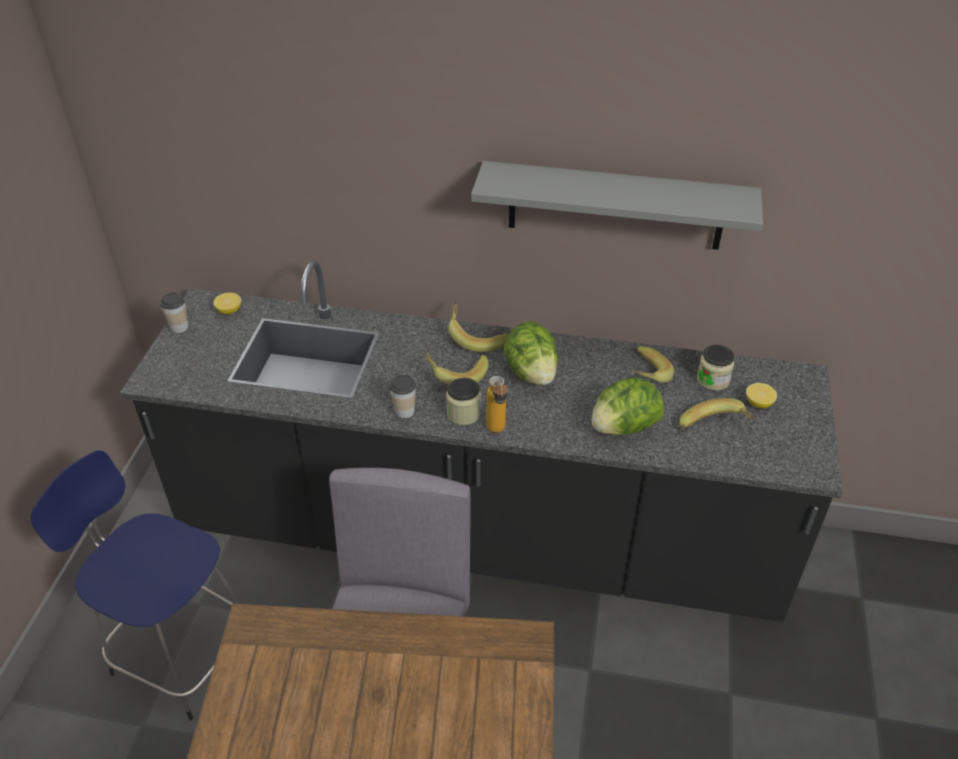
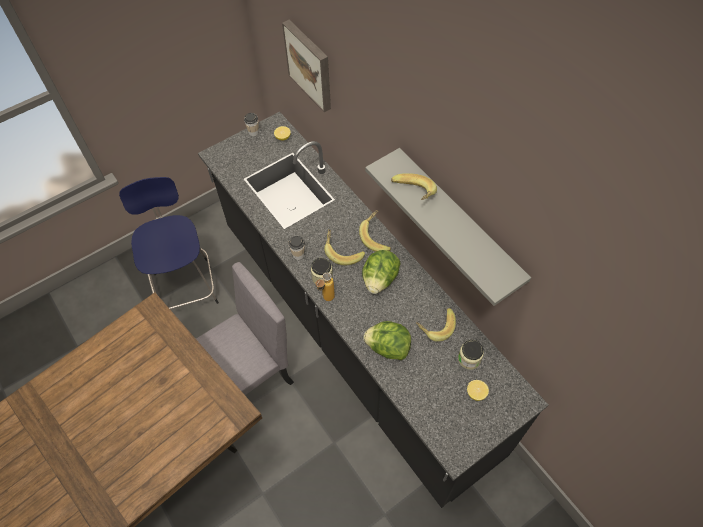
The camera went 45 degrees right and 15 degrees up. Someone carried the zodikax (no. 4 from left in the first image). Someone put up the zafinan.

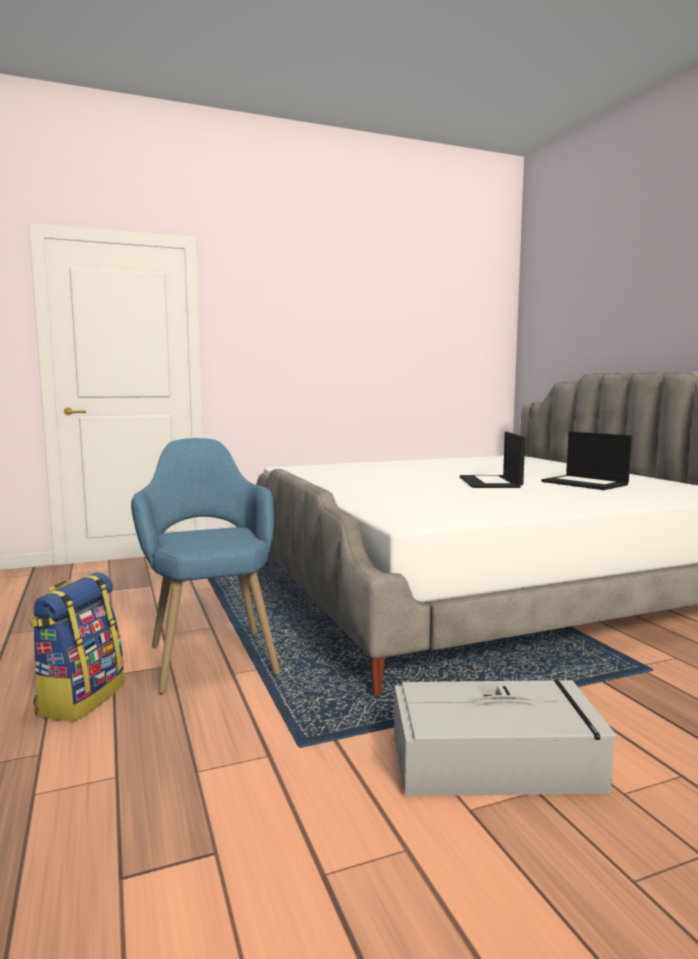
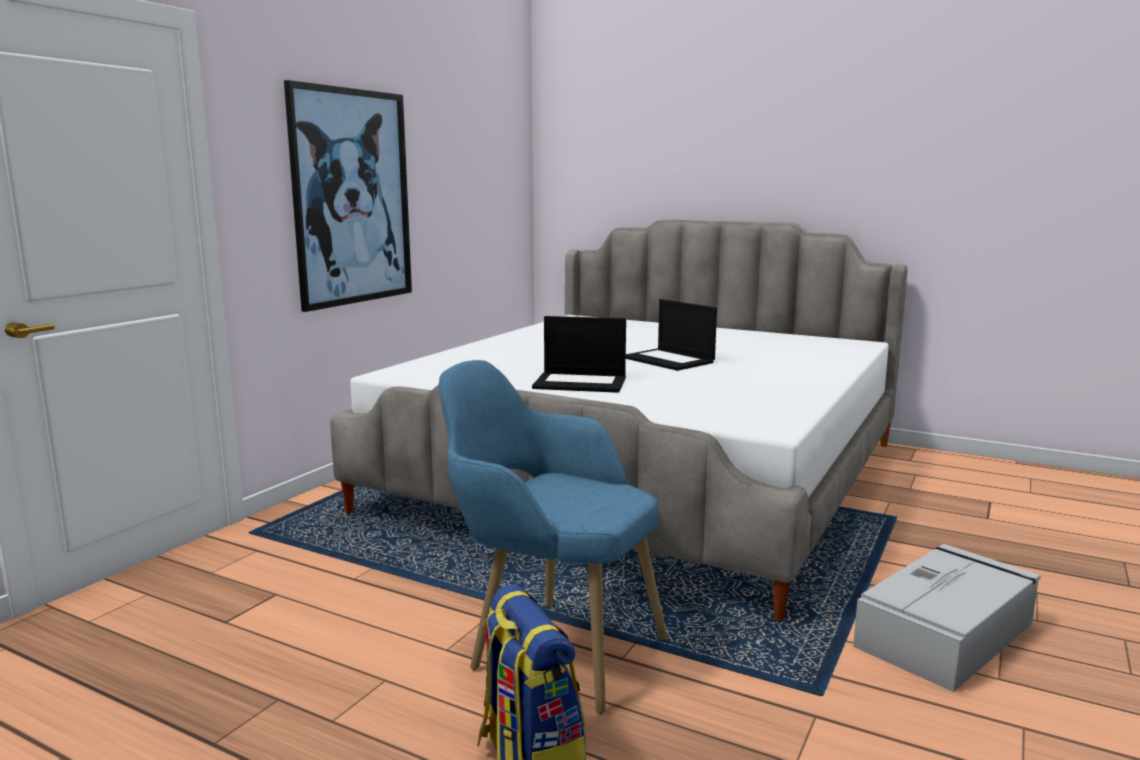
The camera went 40 degrees left and 5 degrees up. Someone carried the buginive (no. 2 from left in the first image). Someone put up the zafinan.

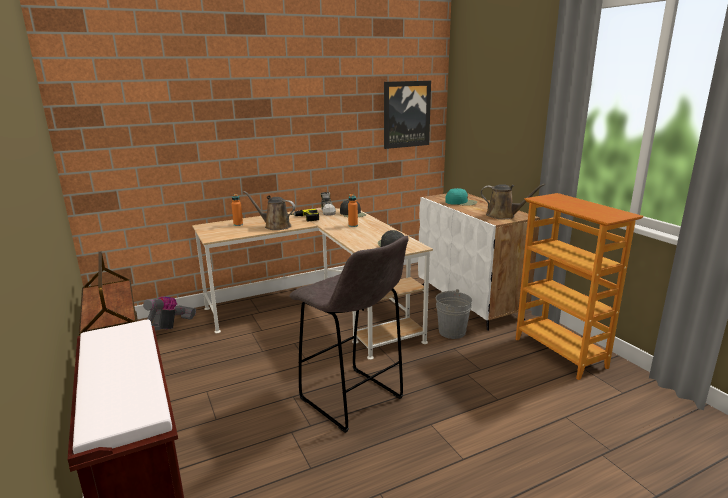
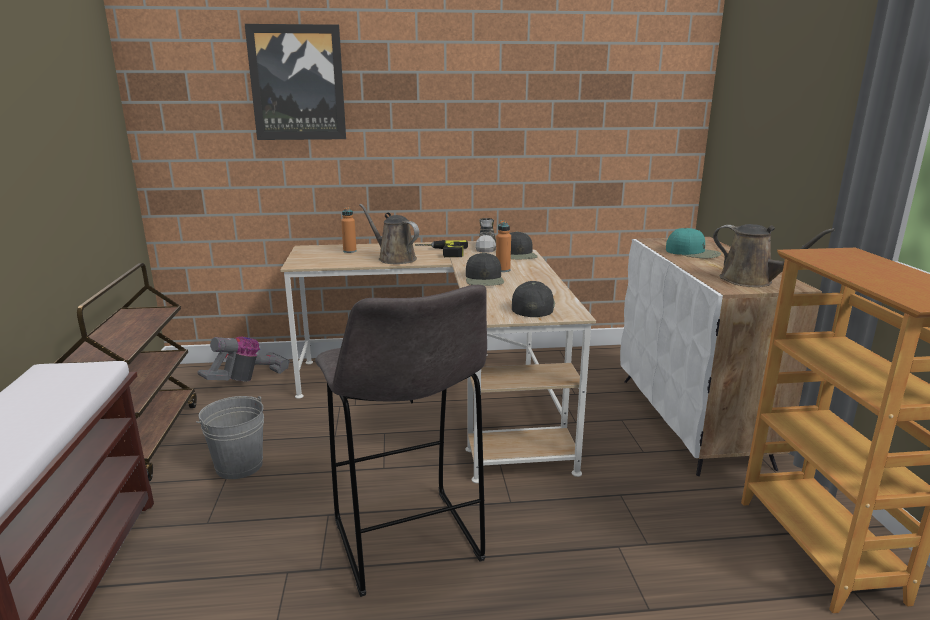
The camera went 20 degrees right and 0 degrees up. Someone carried the zafinan. Someone carried the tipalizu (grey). Someone put down the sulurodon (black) (no. 1 from left).

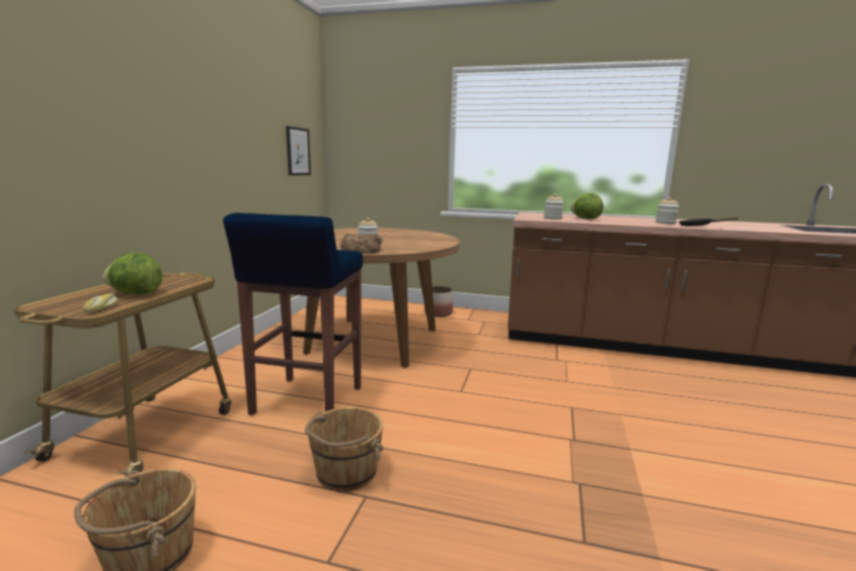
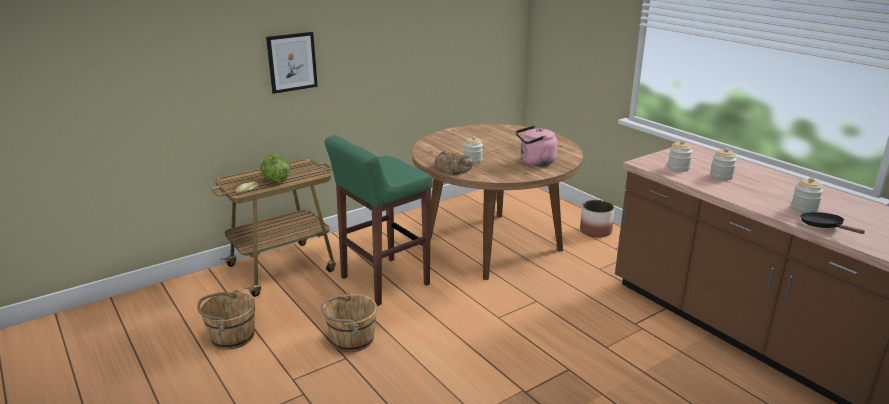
The camera went 40 degrees right and 10 degrees up. Someone carried the zafinan. Someone swapped the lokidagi (no. 2 from left) for the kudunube (no. 3 from left). Someone repainted the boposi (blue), which became the boposi (green). Someone put down the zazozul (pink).

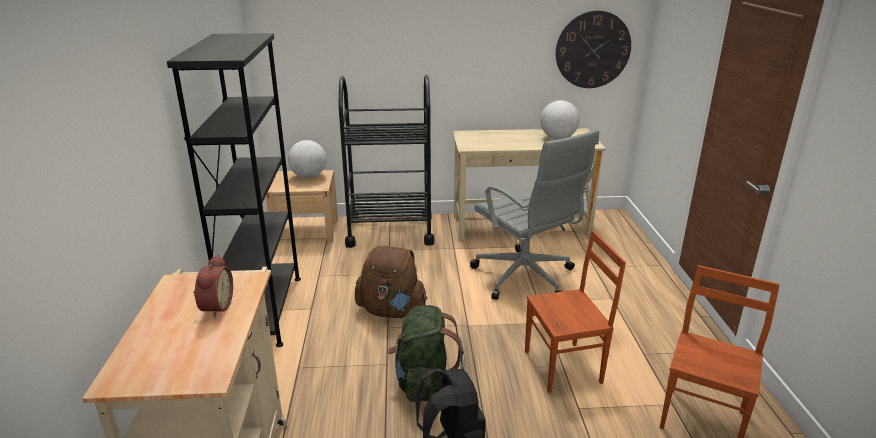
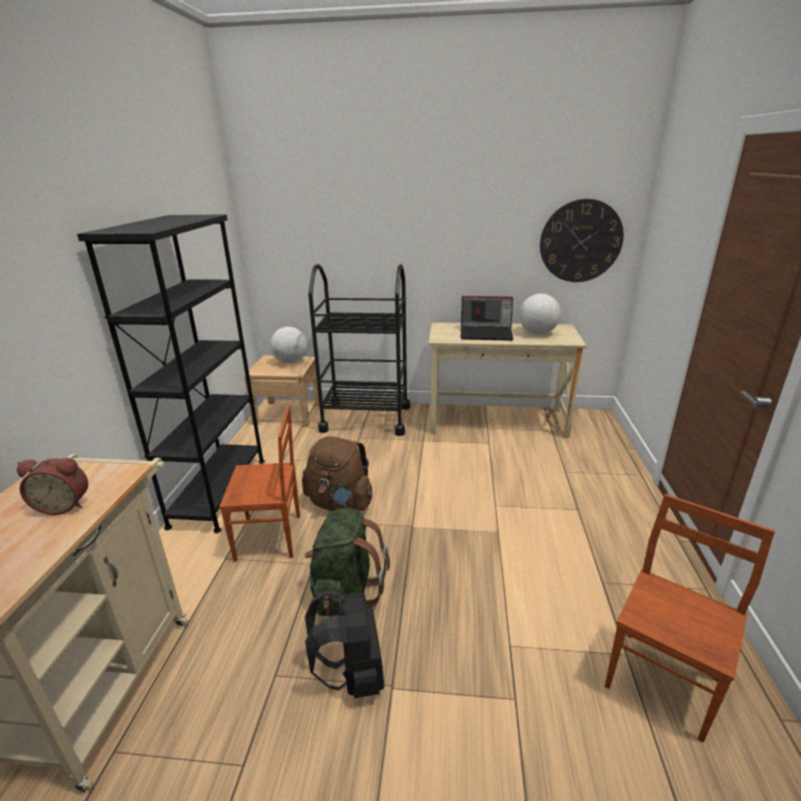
The camera went 10 degrees right and 0 degrees up. Someone took away the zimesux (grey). Someone carried the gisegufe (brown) (no. 1 from left). Someone rotated the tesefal by 75 degrees clockwise. Someone put down the buginive.

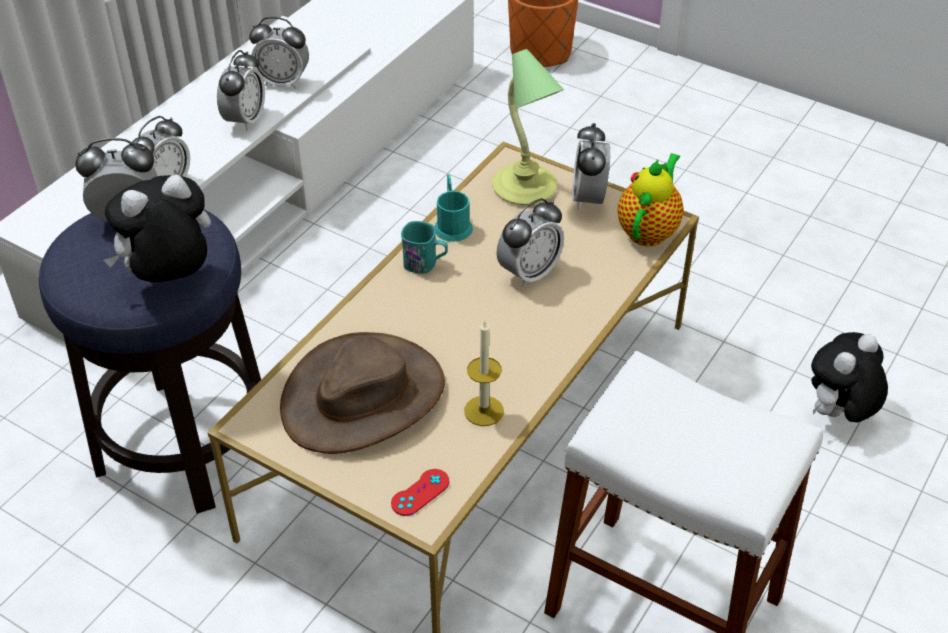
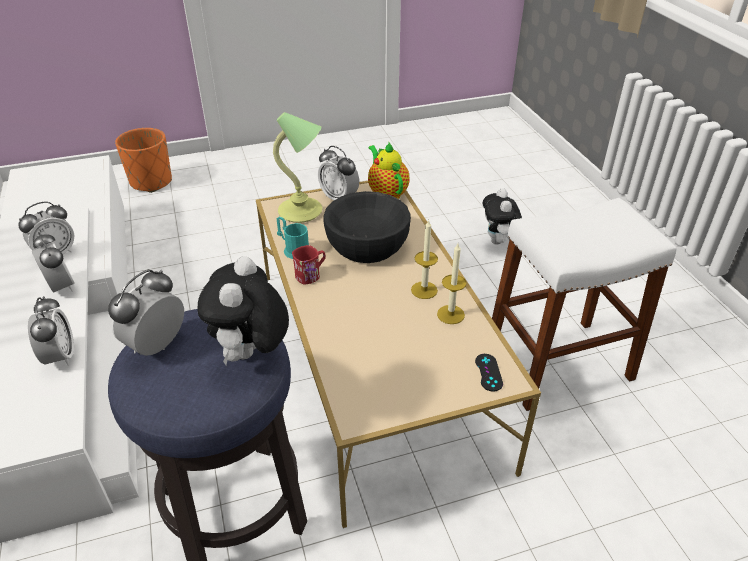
The camera went 50 degrees left and 5 degrees down. Someone swapped the tesefal (no. 5 from left) for the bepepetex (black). Someone repainted the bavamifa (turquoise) (no. 1 from left), which became the bavamifa (red). Someone took away the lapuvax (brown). Someone repainted the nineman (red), which became the nineman (black). Someone put down the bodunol (no. 1 from left).

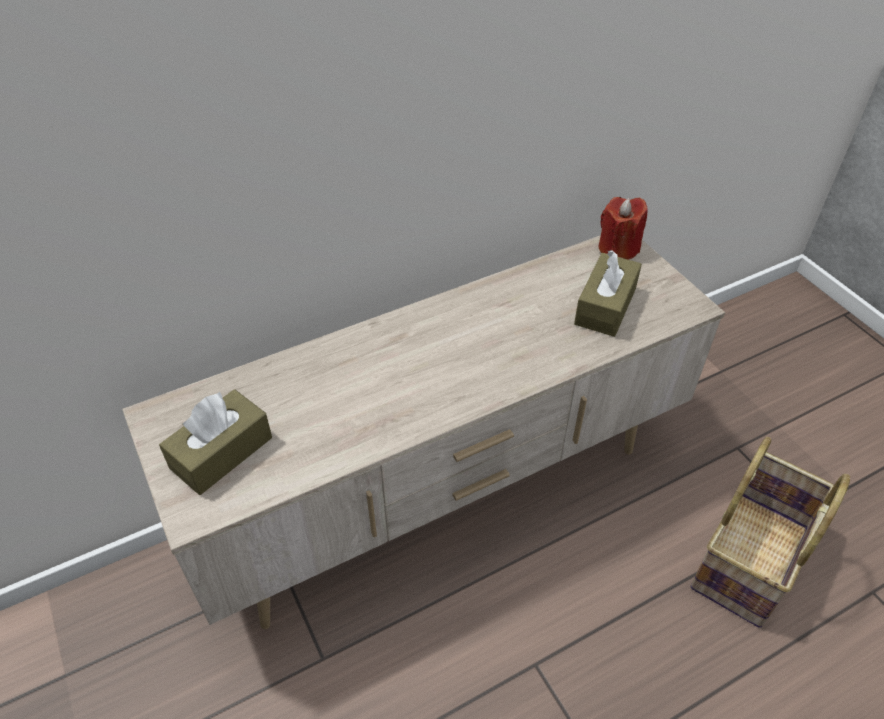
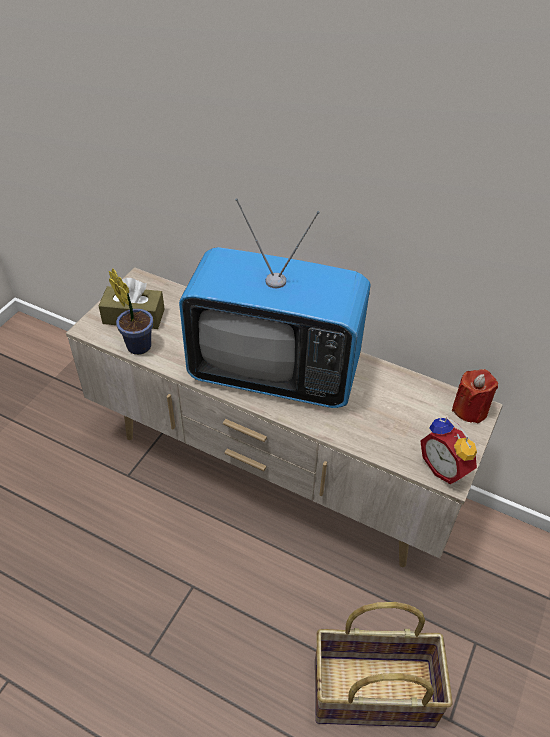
The camera went 55 degrees right and 0 degrees up. Someone took away the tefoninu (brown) (no. 2 from left). Someone put down the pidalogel. Someone put down the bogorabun. Someone put down the tesefal.

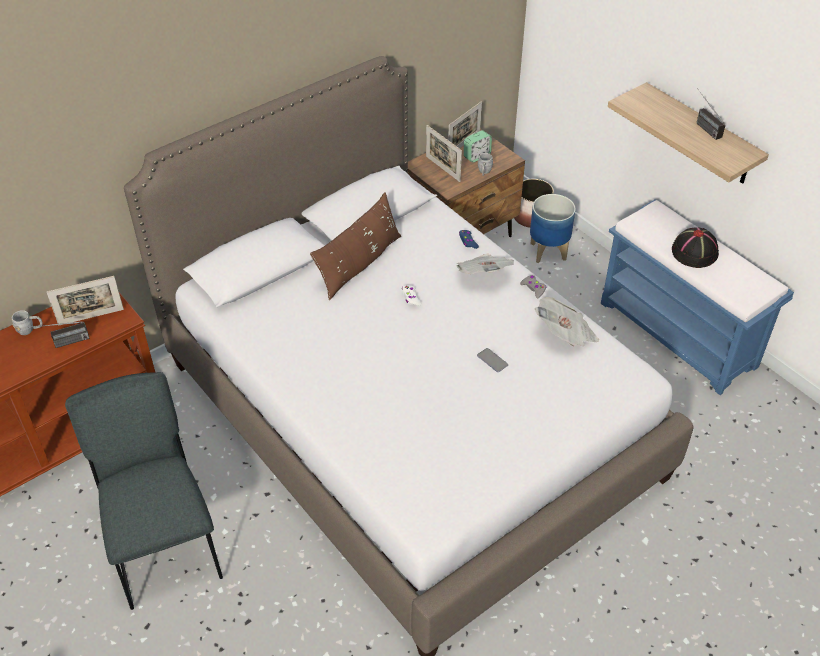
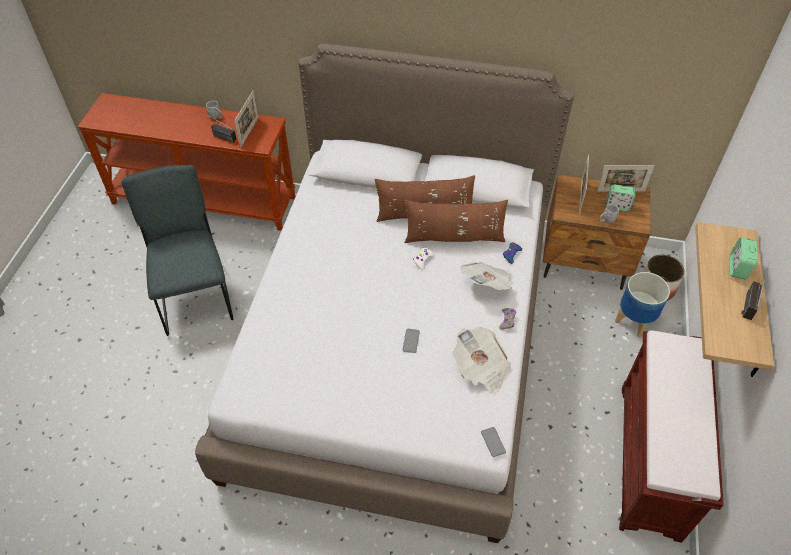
The camera went 50 degrees right and 5 degrees up. Someone repainted the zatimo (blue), which became the zatimo (brown). Someone took away the lapuvax (black). Someone rotated the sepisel (no. 1 from left) by 105 degrees counterclockwise. Someone rotated the gisegufe (grey) by 45 degrees counterclockwise. Someone put down the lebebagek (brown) (no. 2 from left). Someone put down the tesefal (no. 2 from left). Someone put down the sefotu (no. 2 from left).

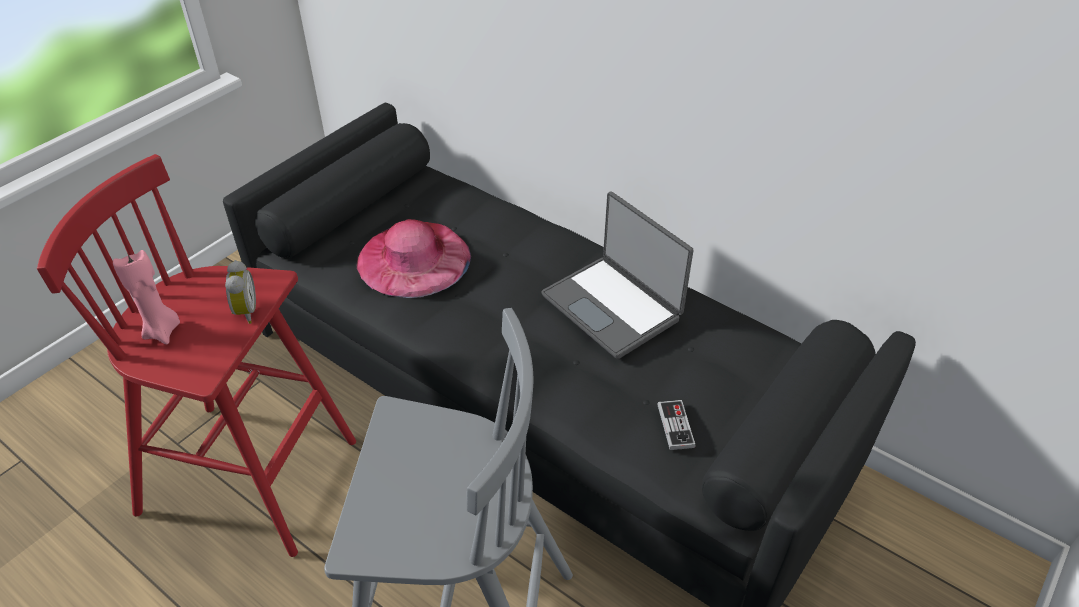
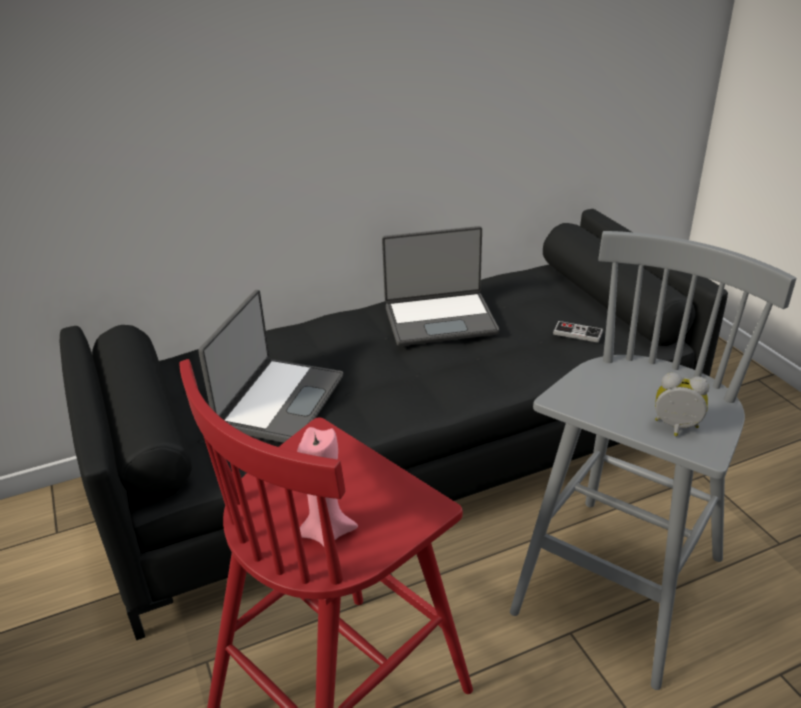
The camera went 60 degrees left and 10 degrees down. Someone swapped the lapuvax (pink) for the buginive (no. 1 from left). Someone carried the tesefal.

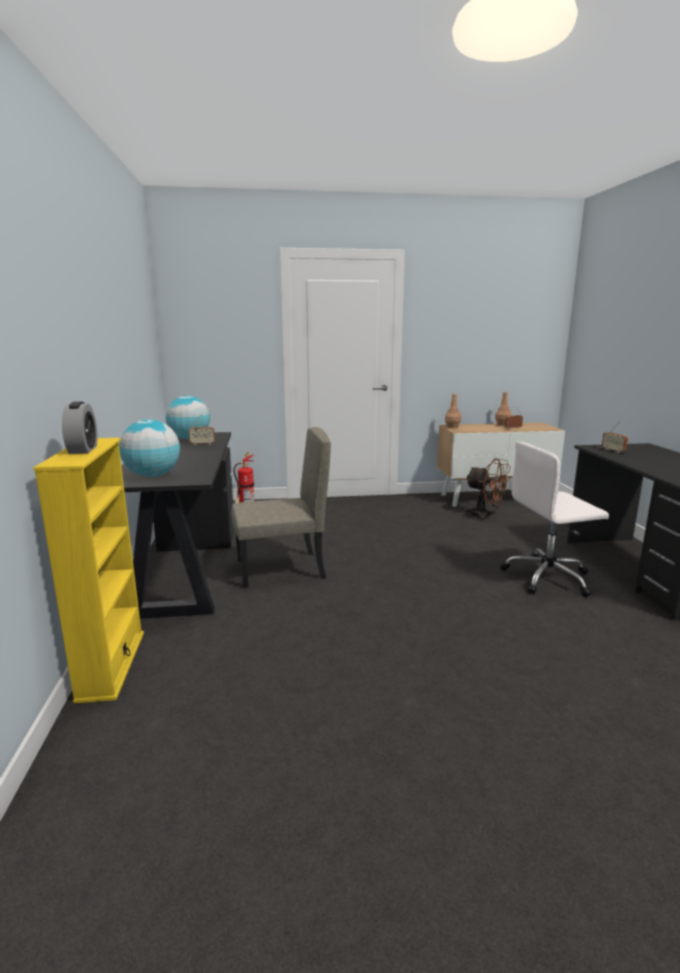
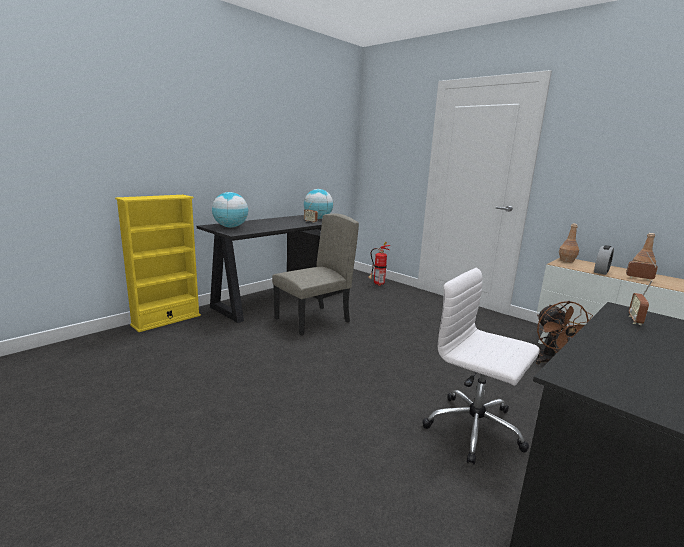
The camera went 50 degrees right and 0 degrees up. Someone carried the tesefal. Someone rotated the gisegufe (beige) by 75 degrees counterclockwise.

